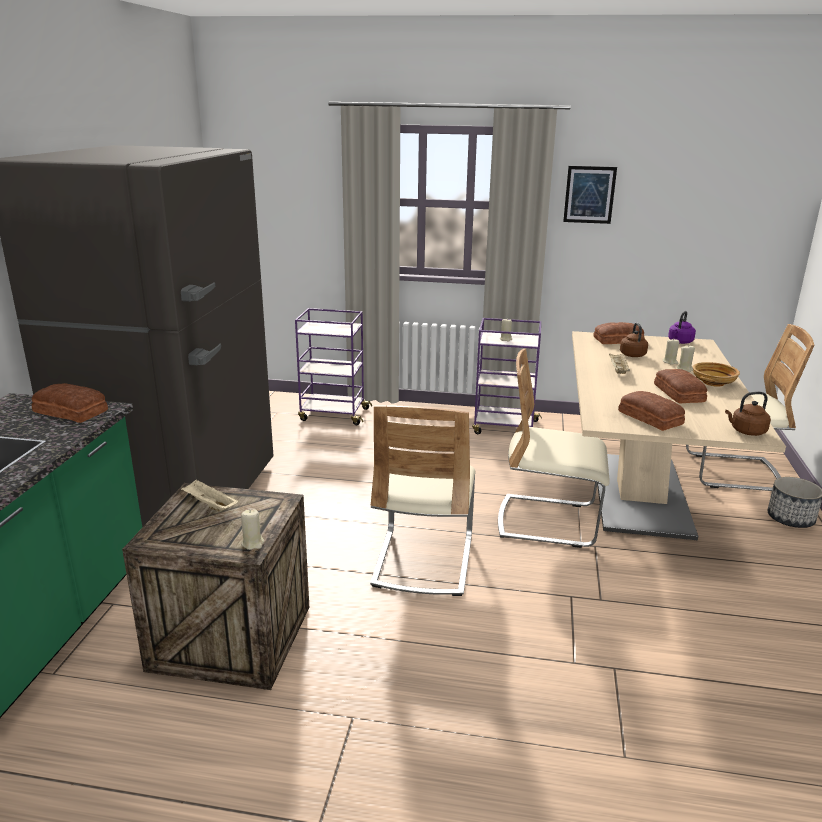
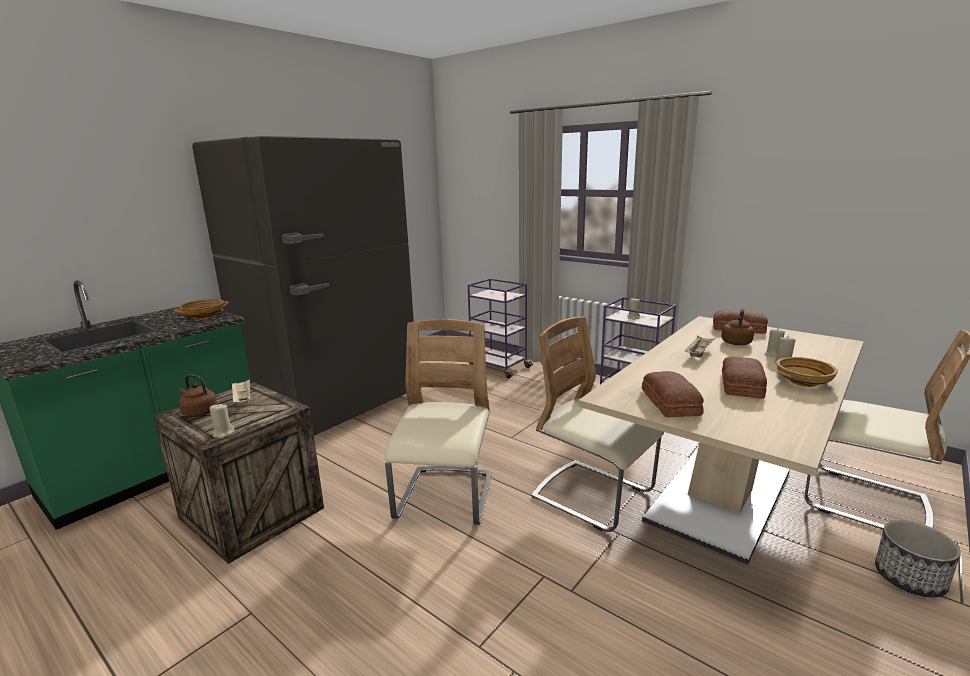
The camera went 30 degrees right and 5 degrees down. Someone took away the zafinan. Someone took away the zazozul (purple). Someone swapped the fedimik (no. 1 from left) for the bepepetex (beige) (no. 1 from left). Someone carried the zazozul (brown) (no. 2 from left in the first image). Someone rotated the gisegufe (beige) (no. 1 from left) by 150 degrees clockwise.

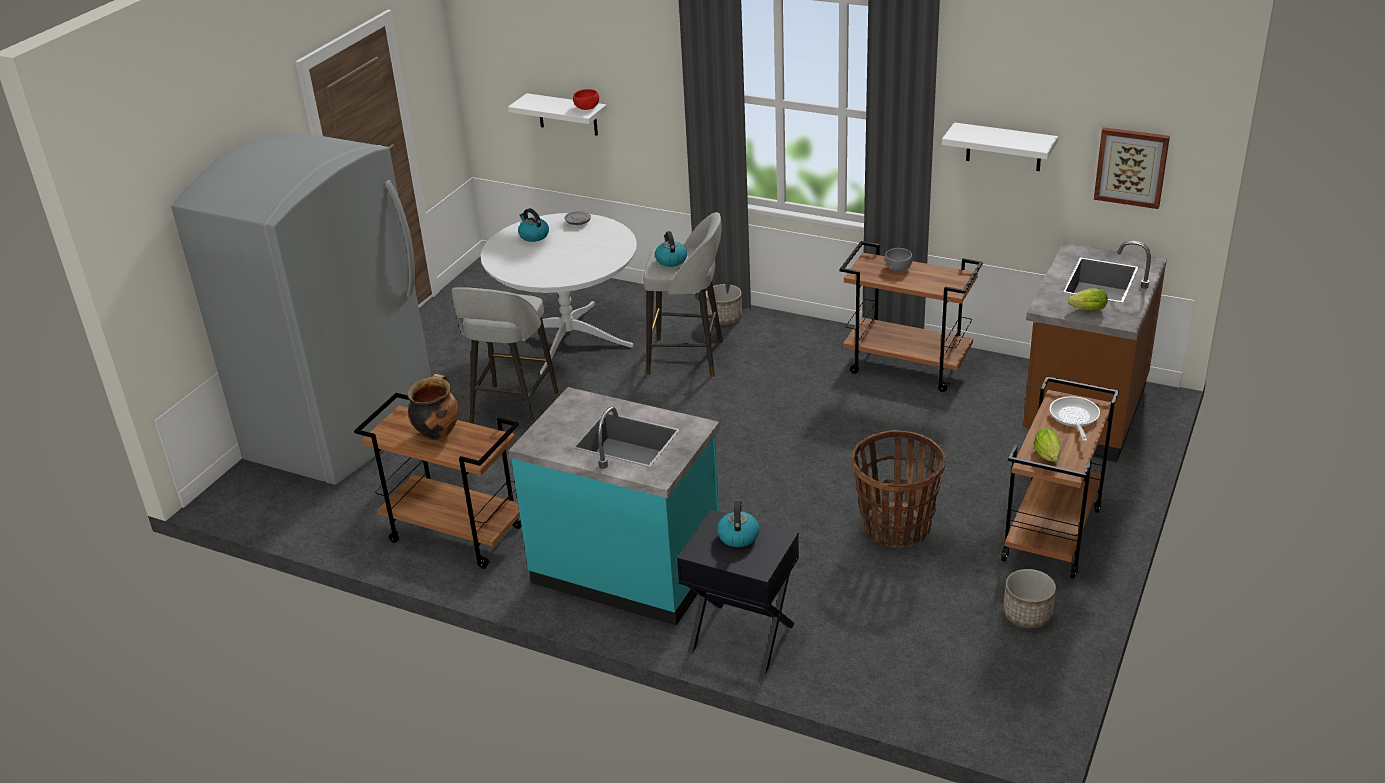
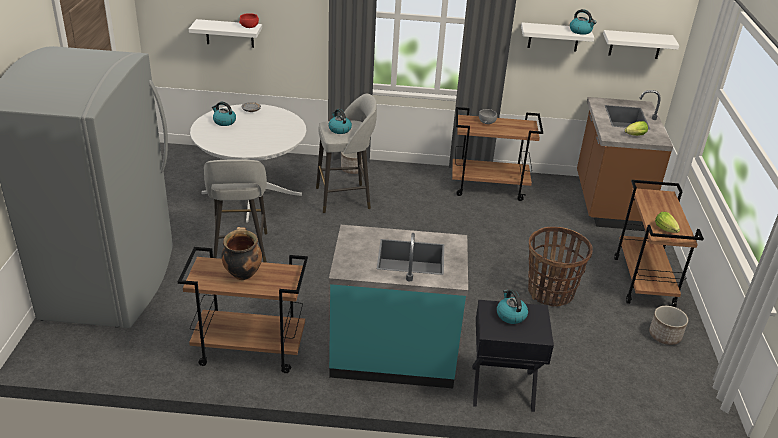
The camera went 25 degrees left and 0 degrees up. Someone swapped the zafinan for the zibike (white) (no. 3 from left). Someone took away the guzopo. Someone put down the zazozul (no. 4 from left).

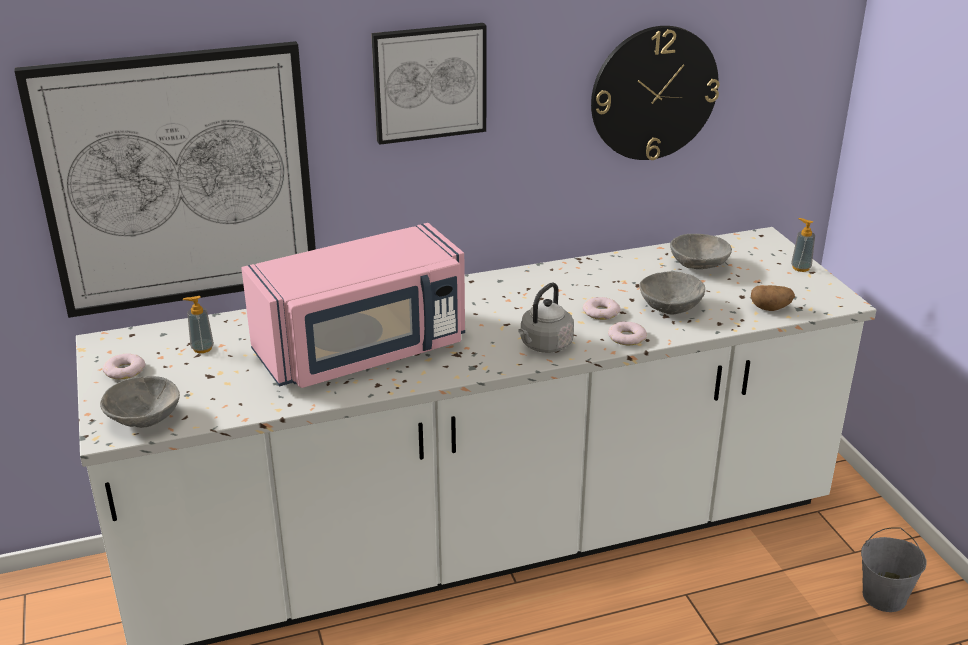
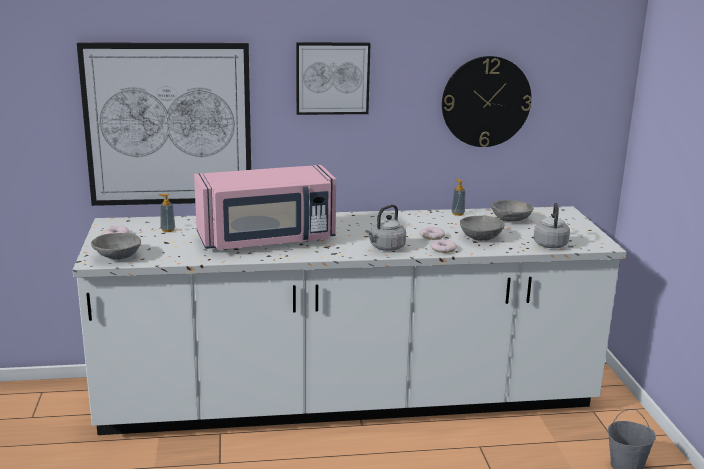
The camera went 10 degrees right and 10 degrees down. Someone carried the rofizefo (no. 2 from left). Someone swapped the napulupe for the zazozul (grey) (no. 2 from left).

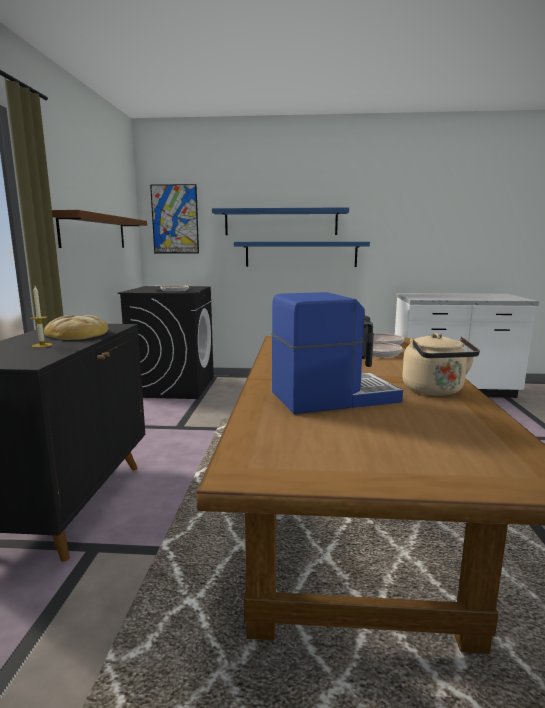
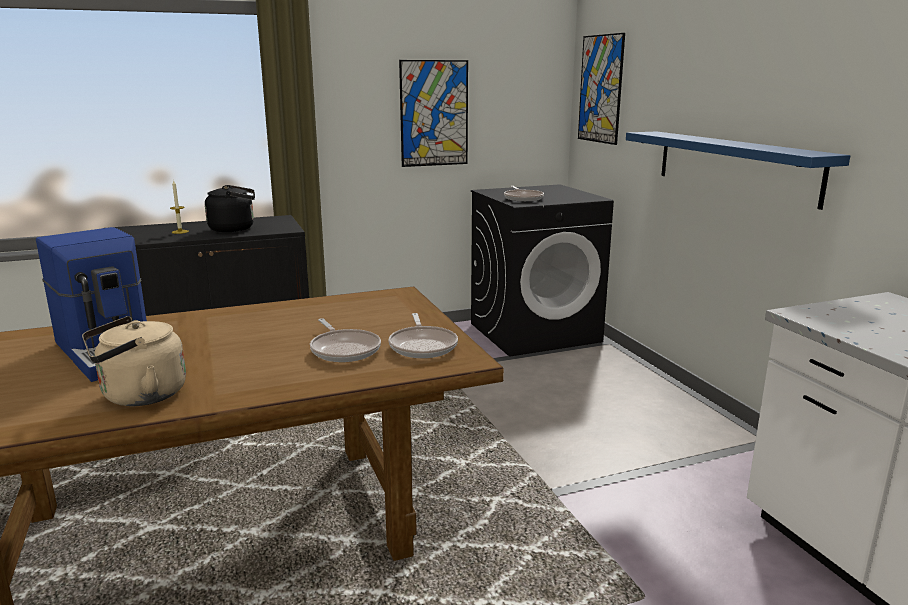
The camera went 65 degrees right and 5 degrees up. Someone took away the zibike (blue) (no. 1 from left). Someone swapped the zibike (brown) for the zafinan (no. 1 from left). Someone swapped the fedimik for the zazozul (black).

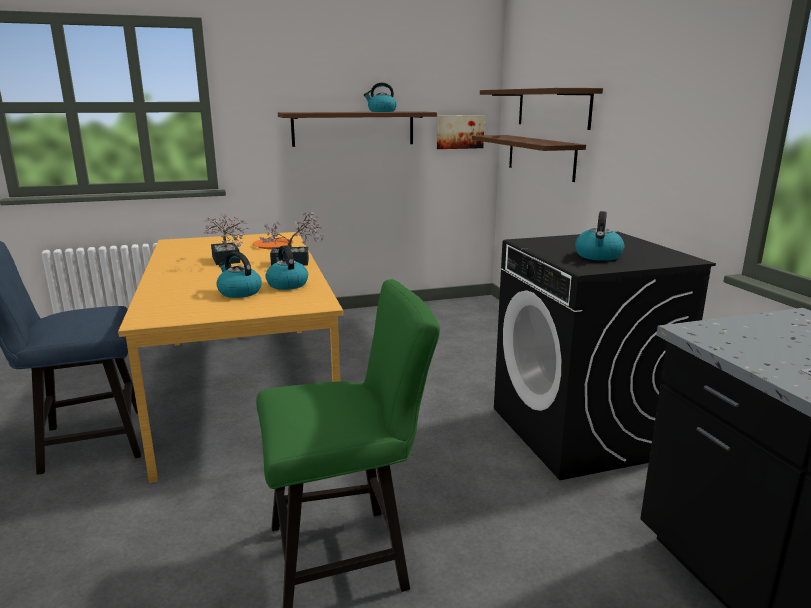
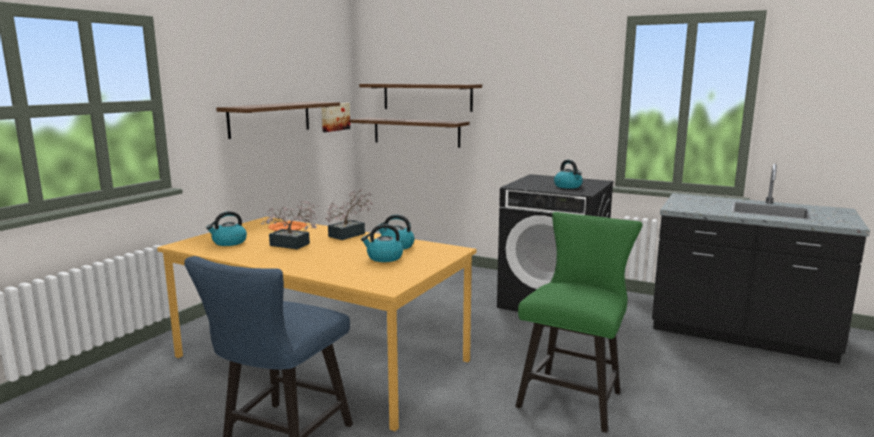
The camera went 45 degrees left and 5 degrees down. Someone carried the zazozul (no. 3 from left in the first image).

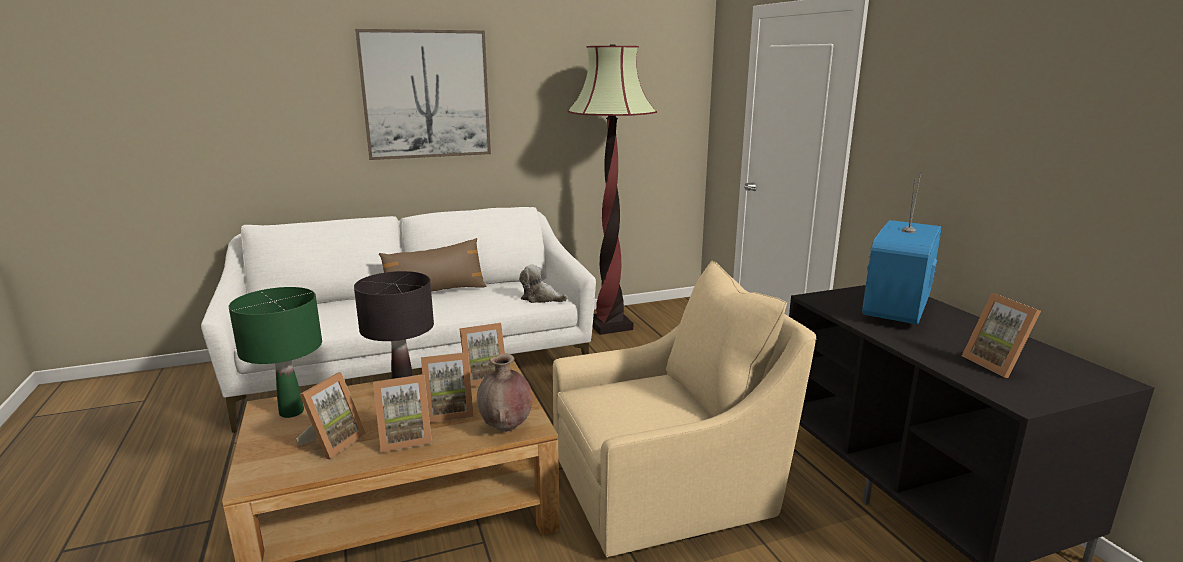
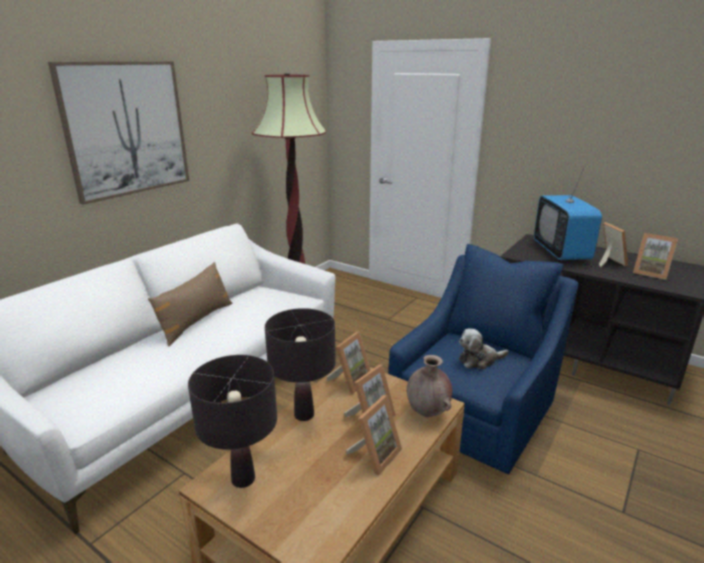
The camera went 35 degrees left and 5 degrees up. Someone repainted the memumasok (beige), which became the memumasok (blue). Someone carried the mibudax. Someone repainted the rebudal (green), which became the rebudal (black) (no. 1 from left). Someone carried the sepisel (no. 1 from left in the first image).

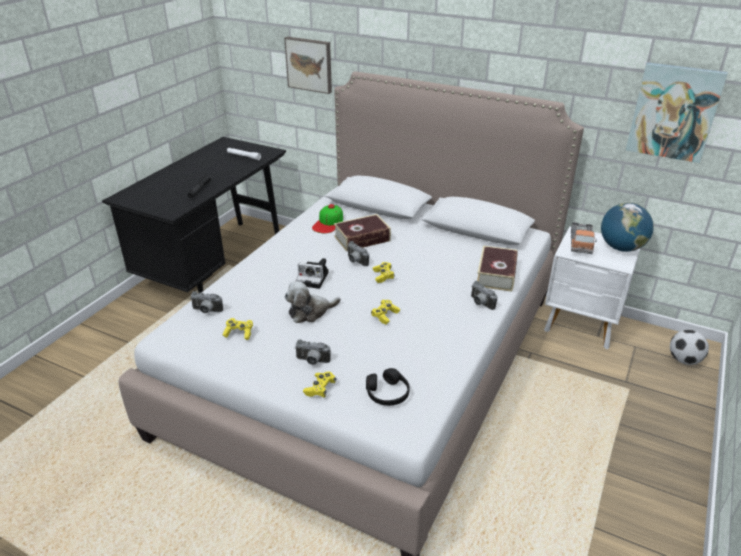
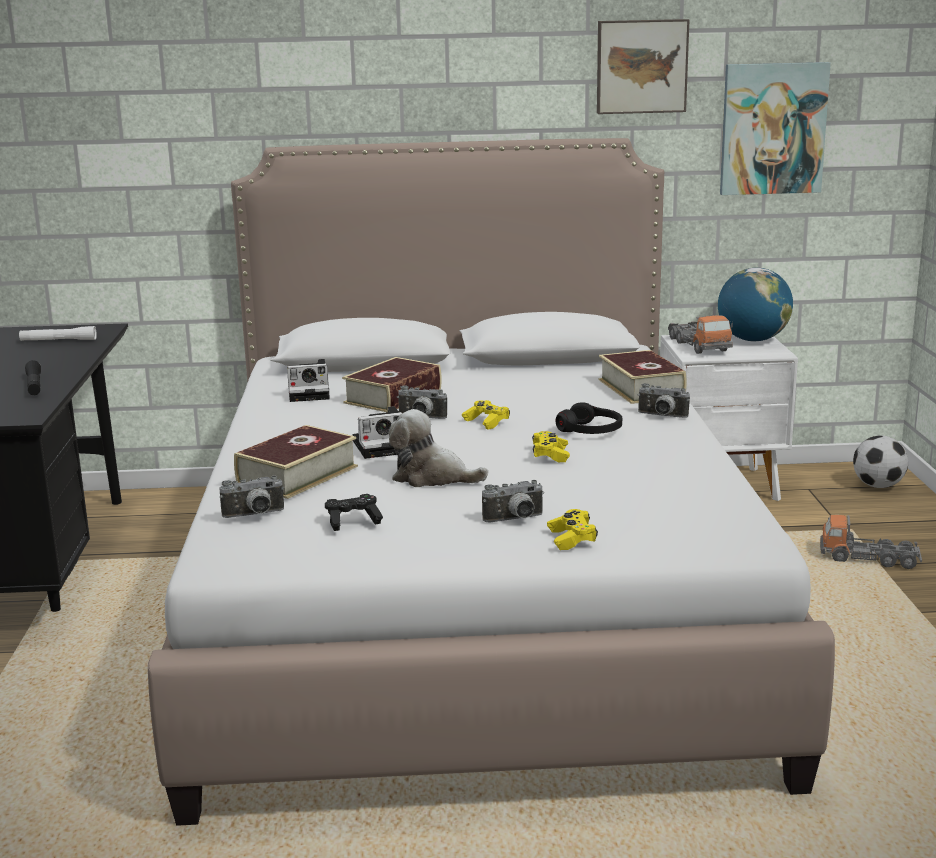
The camera went 30 degrees left and 15 degrees down. Someone carried the zafinan (no. 1 from left). Someone swapped the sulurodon for the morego (no. 2 from left). Someone rotated the mibudax by 75 degrees clockwise. Someone repainted the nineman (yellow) (no. 1 from left), which became the nineman (black). Someone carried the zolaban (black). Someone put down the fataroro (no. 1 from left). Someone put down the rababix (no. 2 from left).

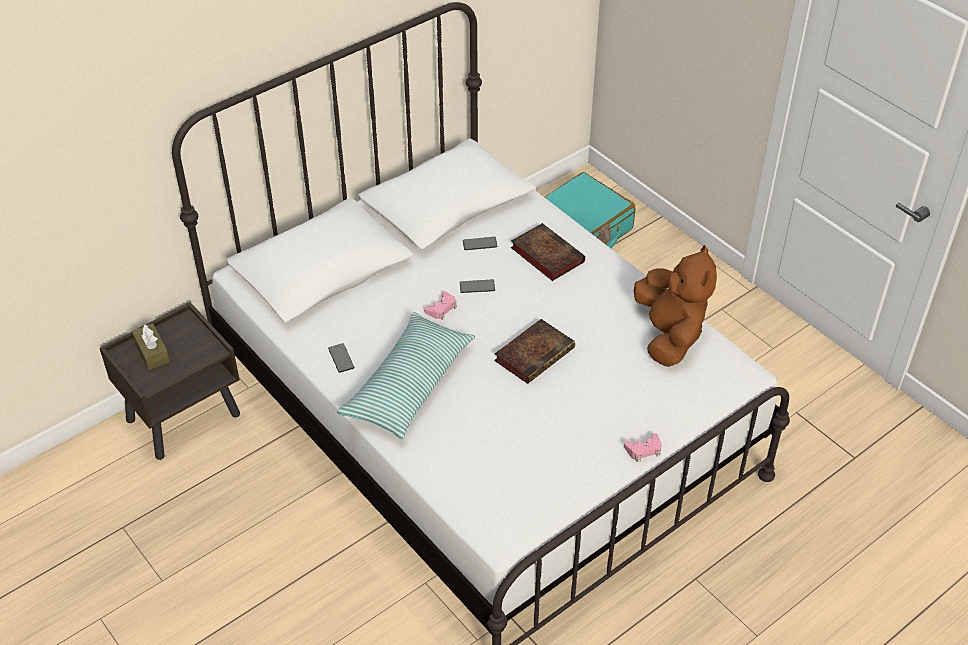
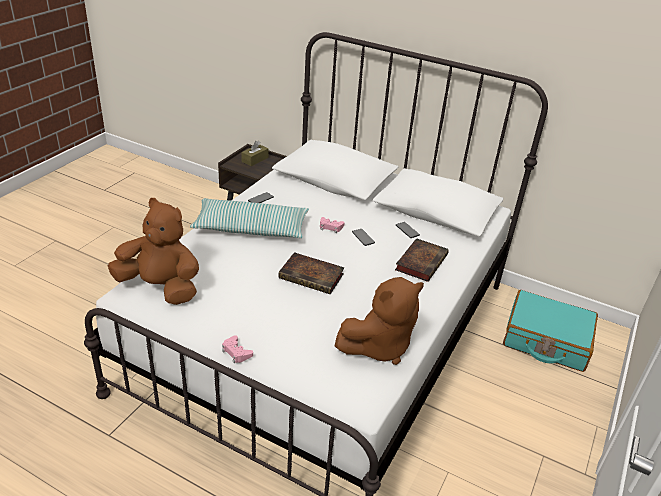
The camera went 65 degrees right and 10 degrees down. Someone put down the mibudax (brown) (no. 1 from left).

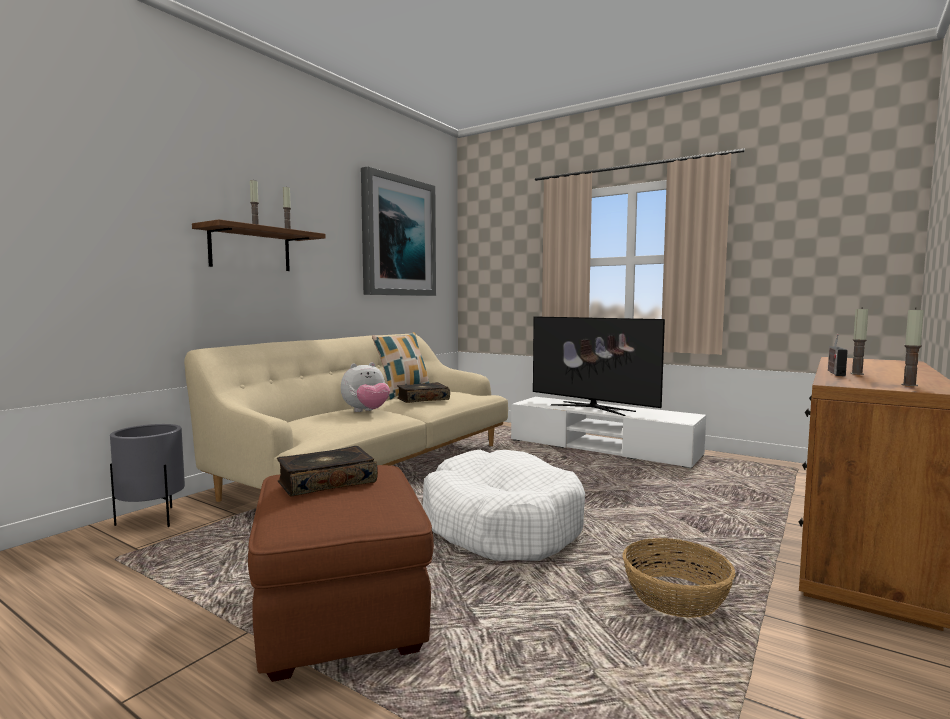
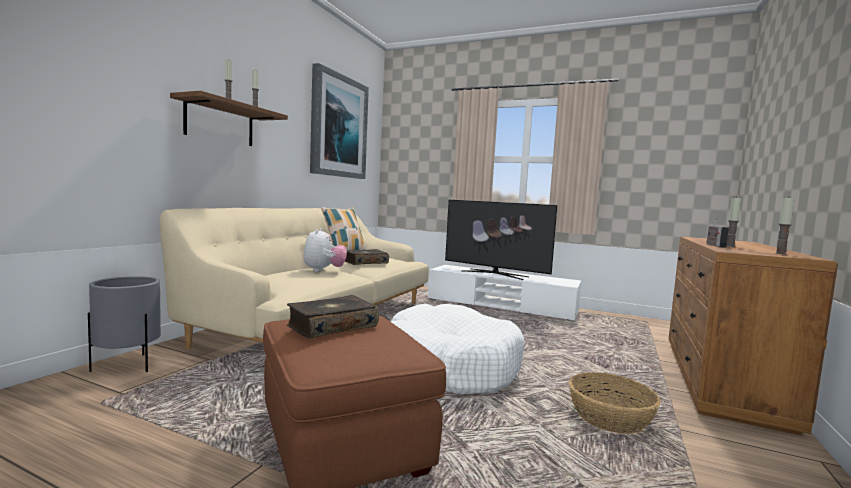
The camera went 10 degrees left and 0 degrees up. Someone rotated the mibudax by 45 degrees counterclockwise.

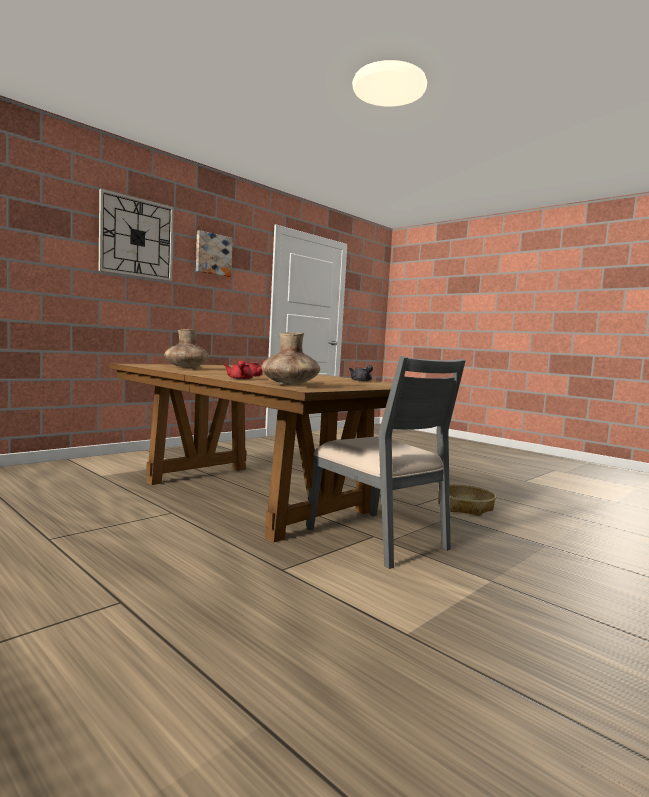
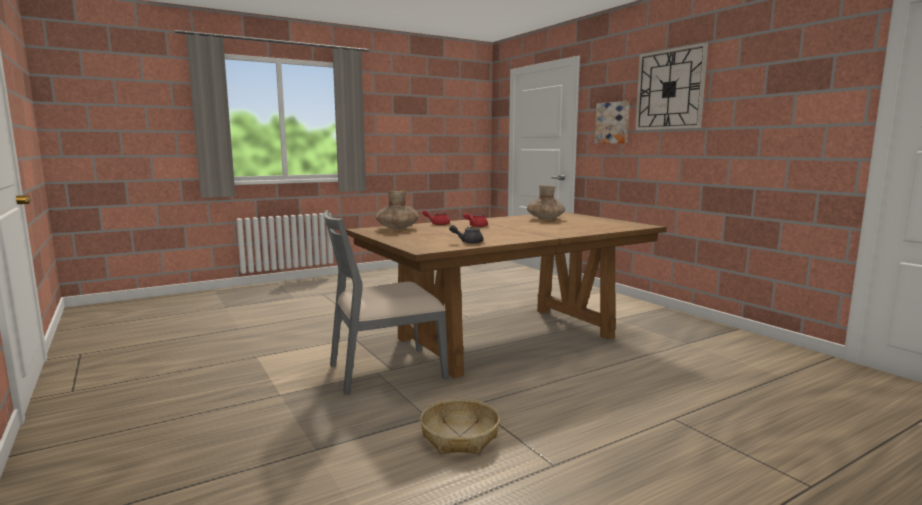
The camera went 105 degrees right and 5 degrees up. Someone carried the zafinan.

